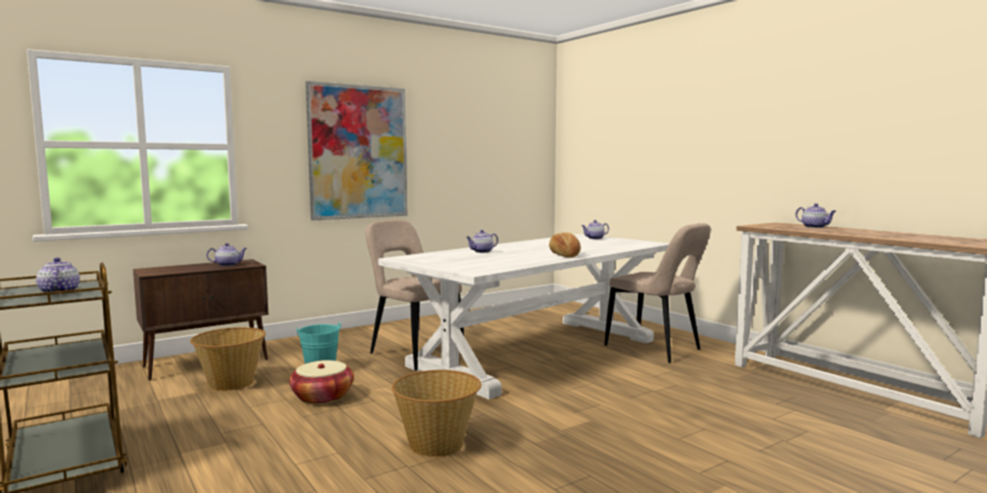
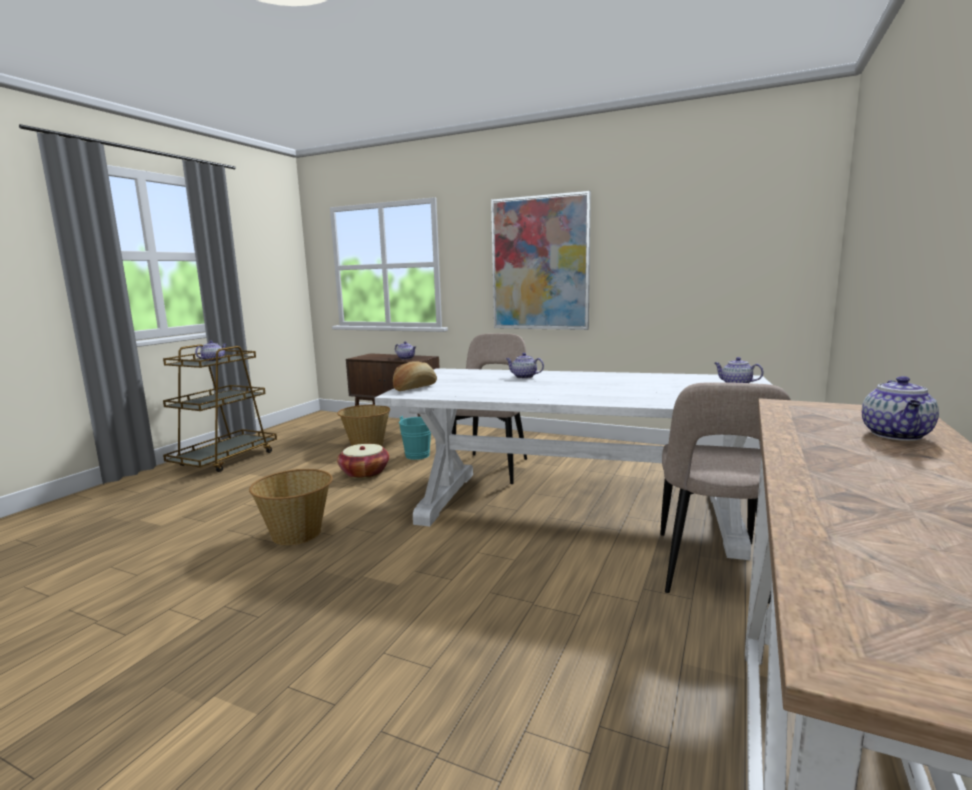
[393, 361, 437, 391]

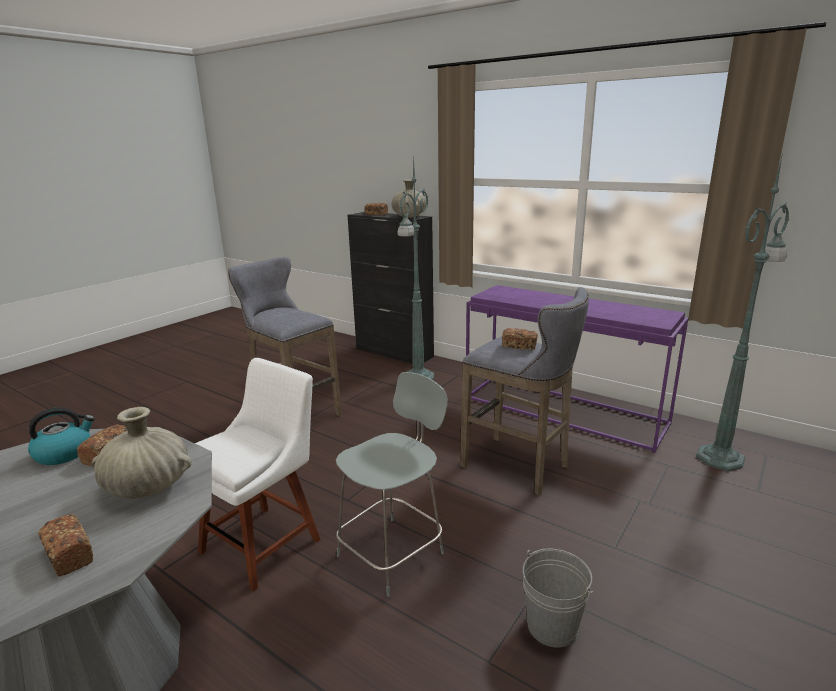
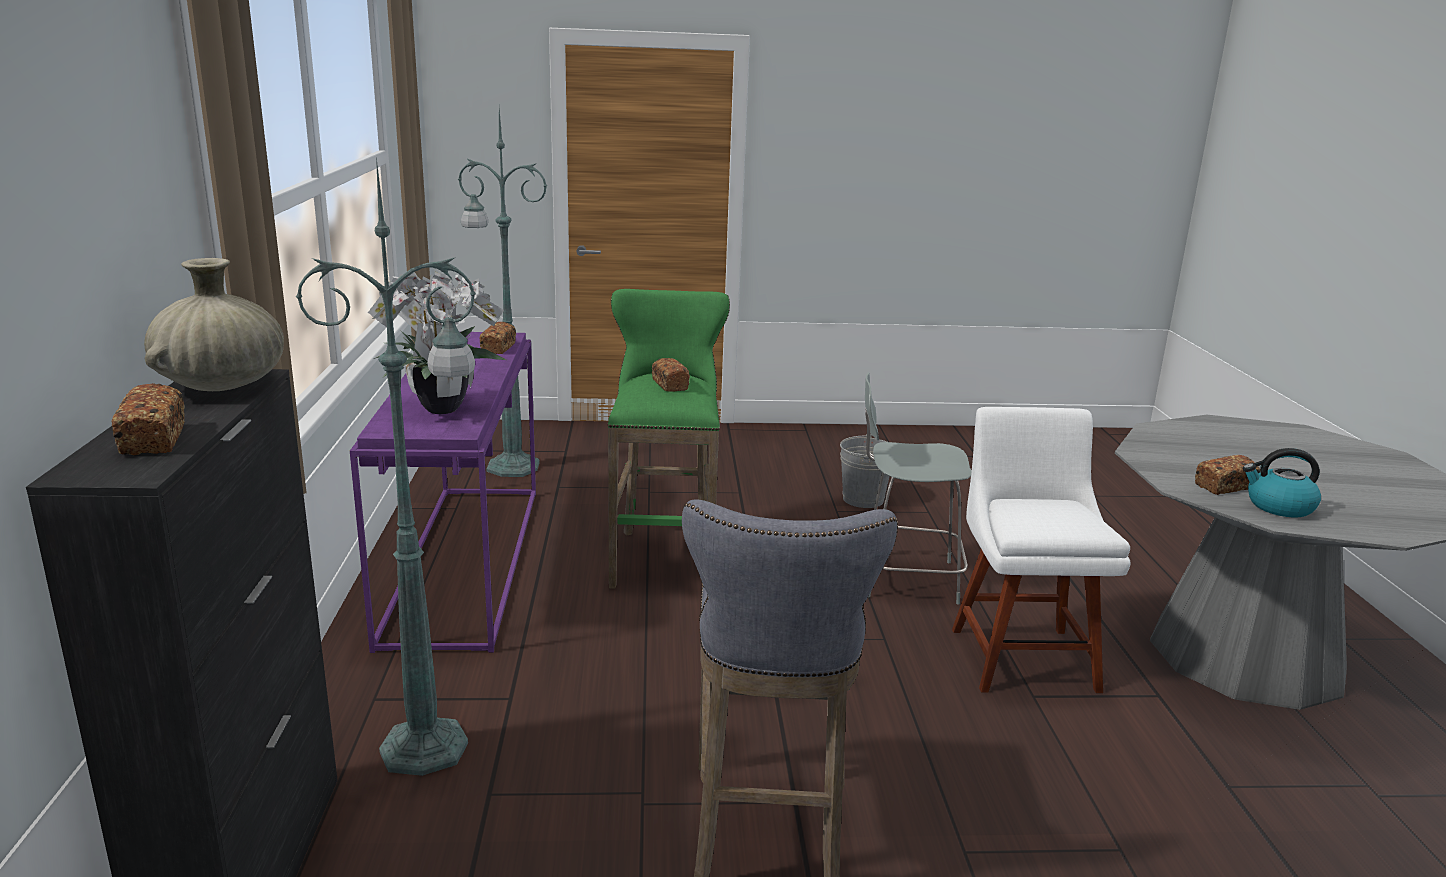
[608, 289, 730, 588]
[952, 407, 1130, 693]
[92, 407, 192, 499] (first image)
[480, 322, 516, 354]
[368, 272, 506, 414]

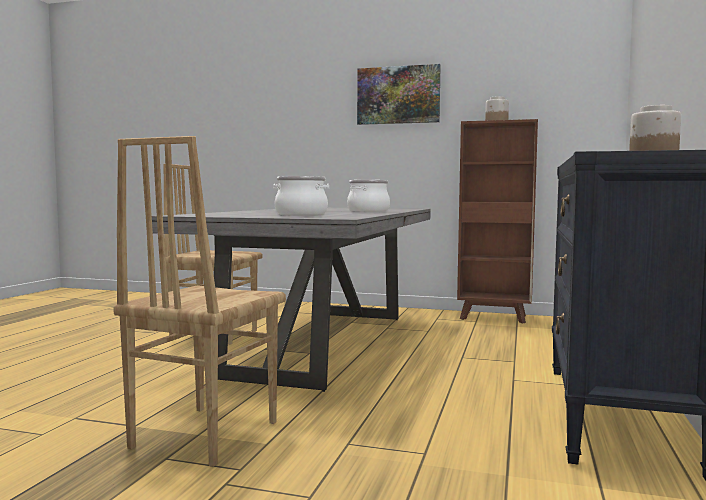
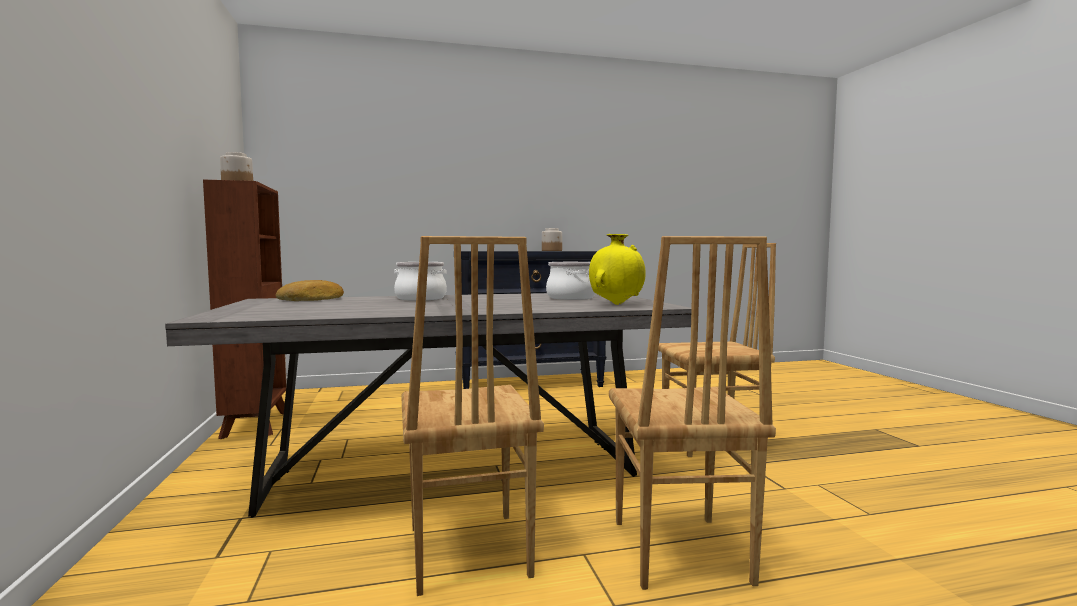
[357, 64, 441, 125] (first image)
[589, 234, 646, 305]
[609, 236, 776, 590]
[276, 280, 344, 301]

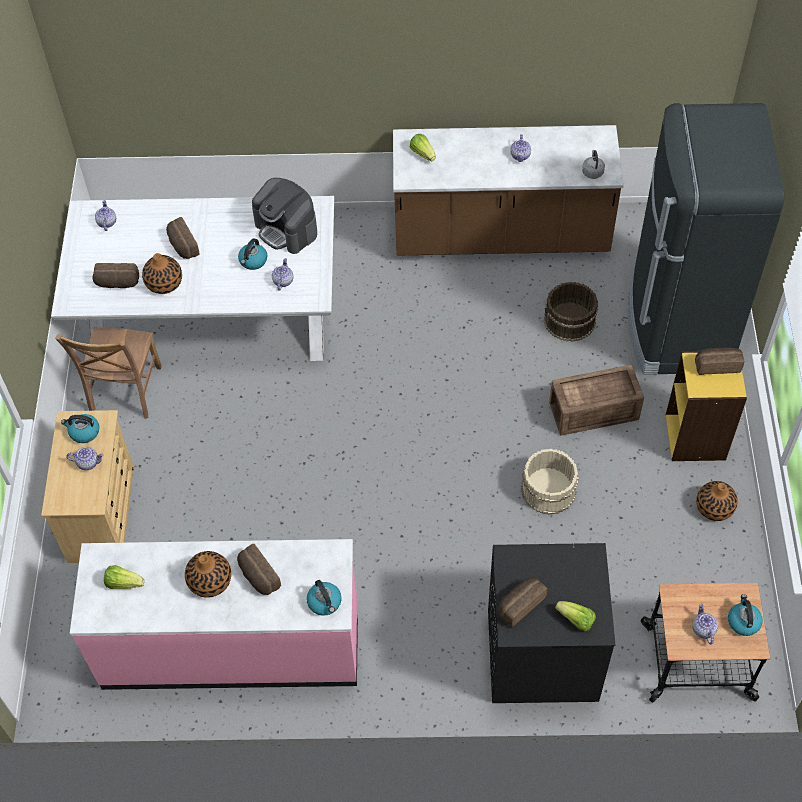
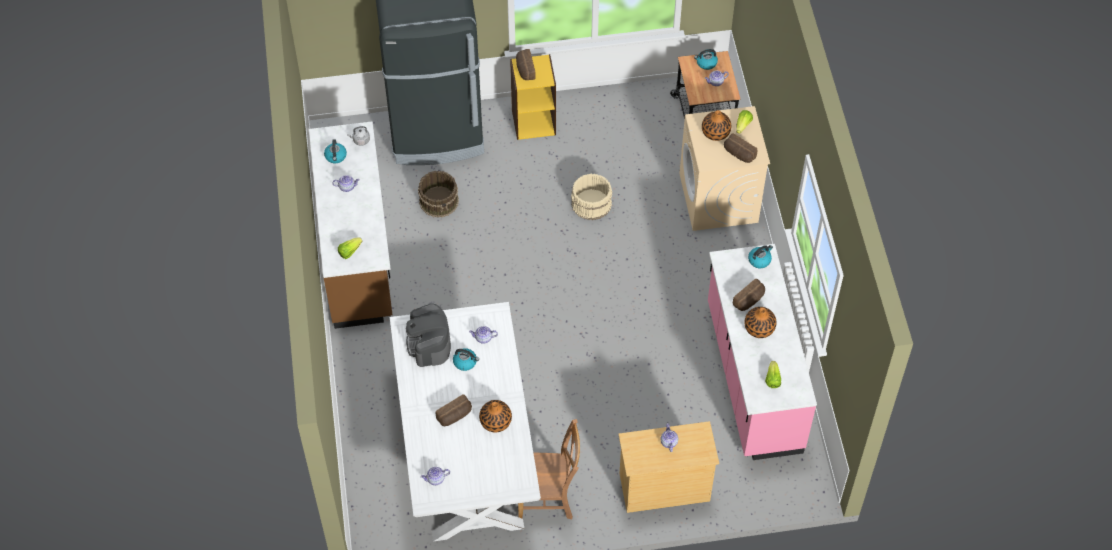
[406, 303, 451, 367]
[93, 263, 139, 288] (first image)
[549, 365, 644, 436] (first image)
[324, 139, 347, 163]
[702, 110, 731, 141]
[679, 106, 770, 231]

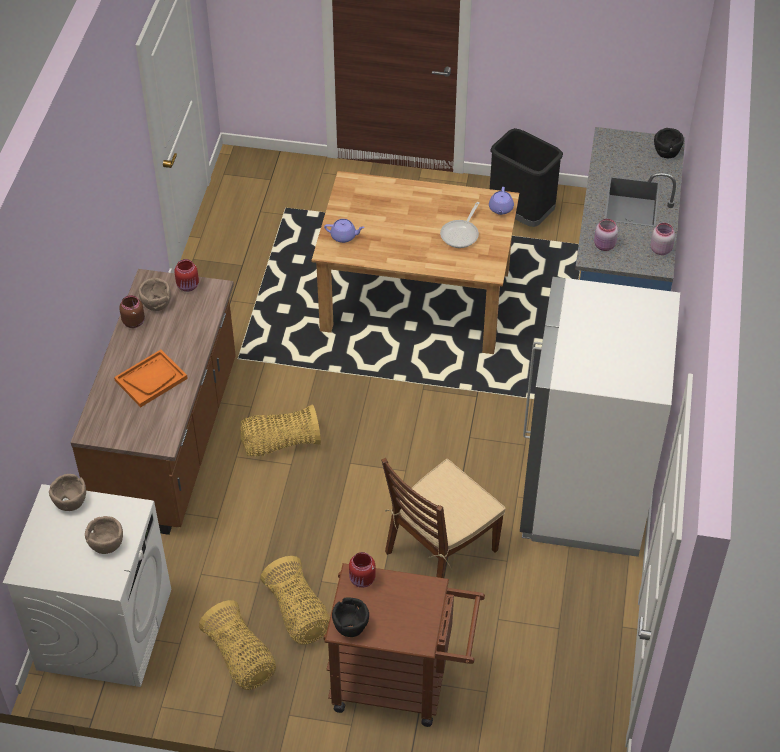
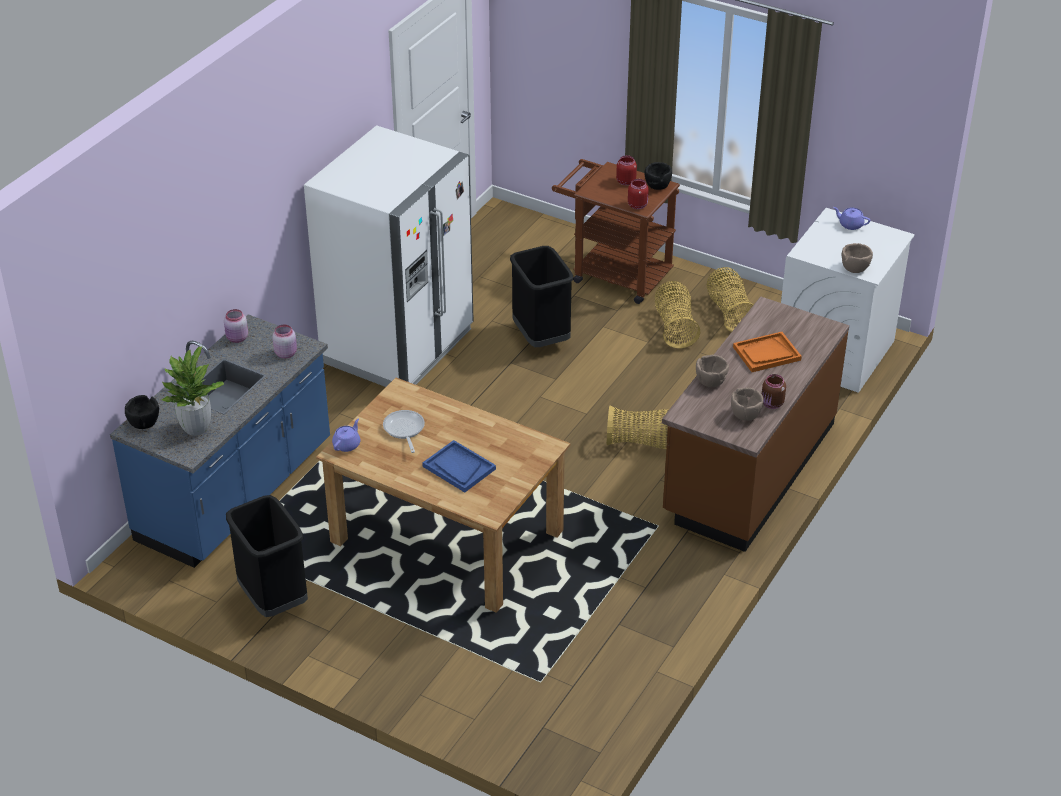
[383, 410, 425, 453]
[833, 207, 870, 230]
[616, 155, 637, 185]
[510, 246, 573, 347]
[696, 355, 729, 387]
[160, 346, 225, 436]
[422, 440, 496, 492]

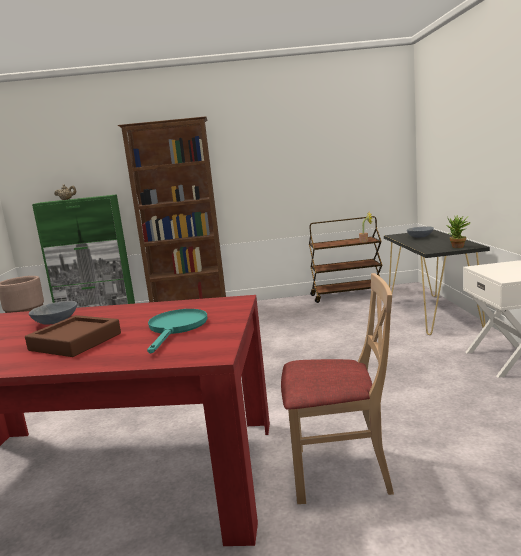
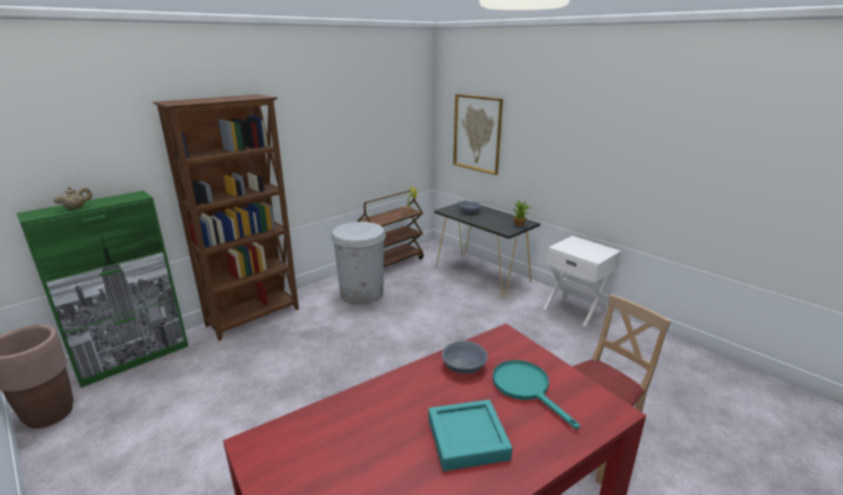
[442, 341, 488, 374]
[429, 400, 512, 471]
[453, 94, 503, 175]
[331, 222, 386, 305]

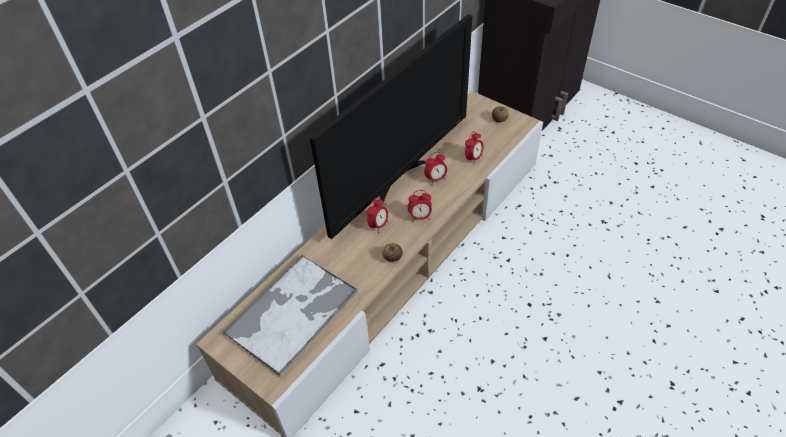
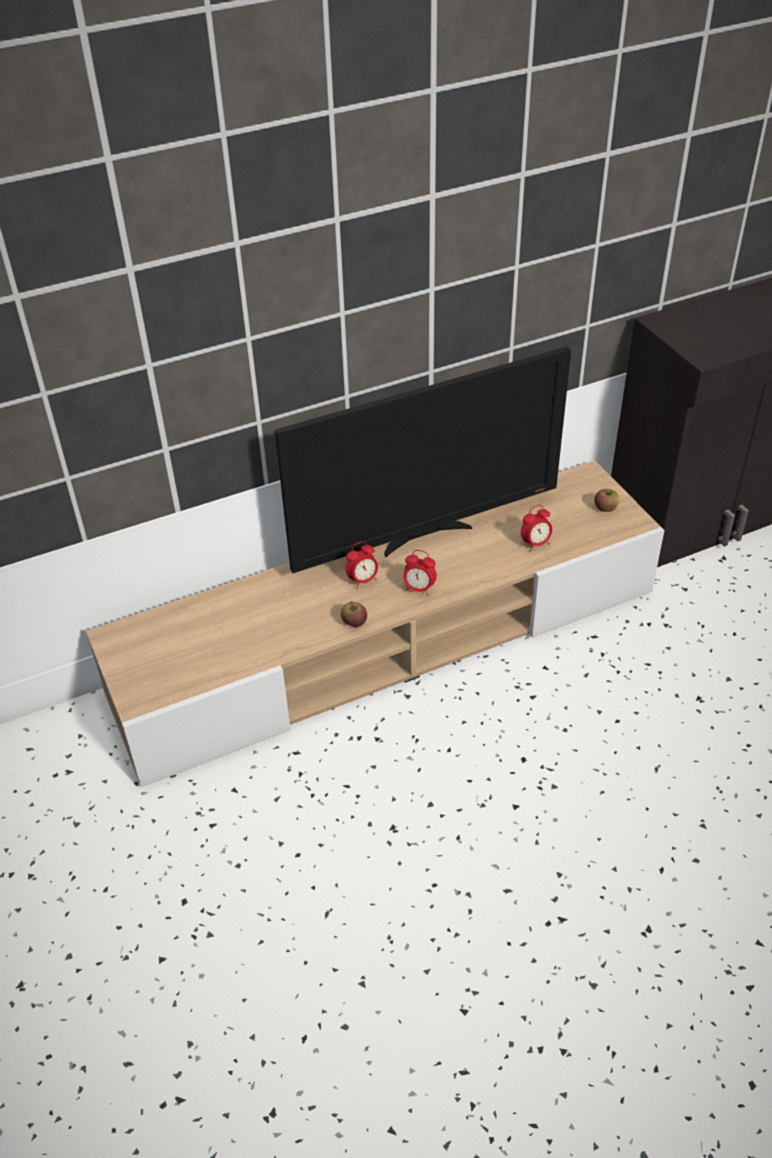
[424, 152, 447, 185] (first image)
[222, 254, 358, 377] (first image)

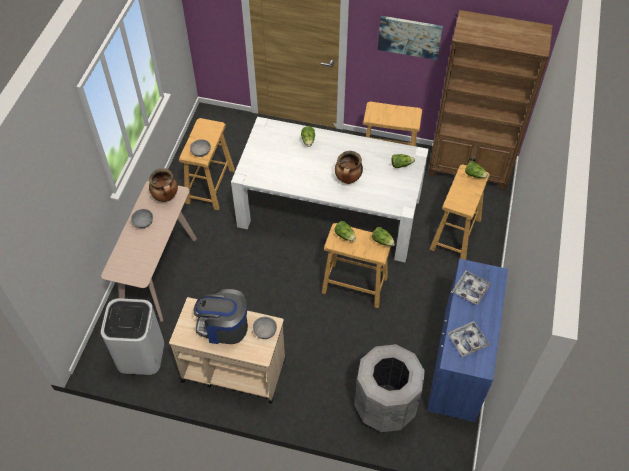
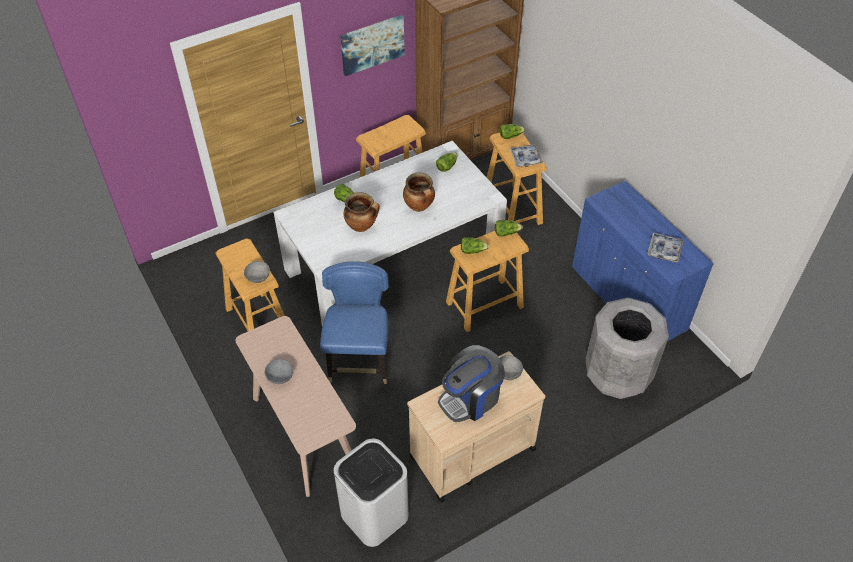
[343, 192, 380, 232]
[510, 144, 543, 167]
[320, 261, 389, 384]

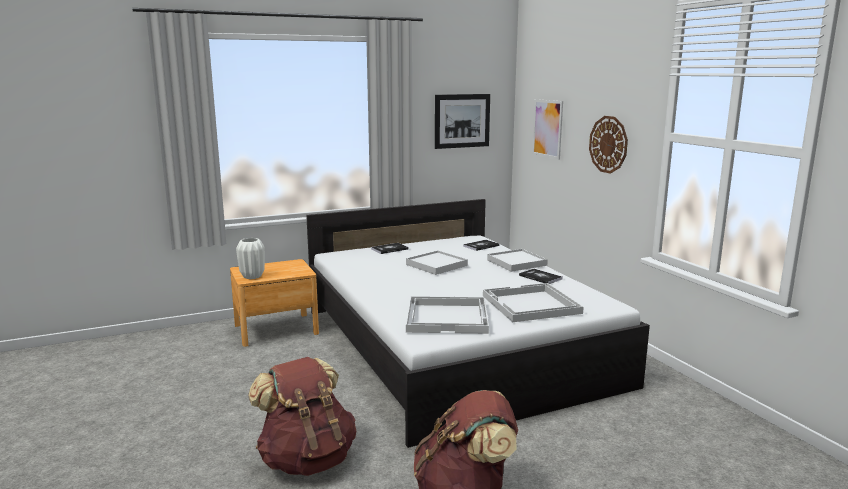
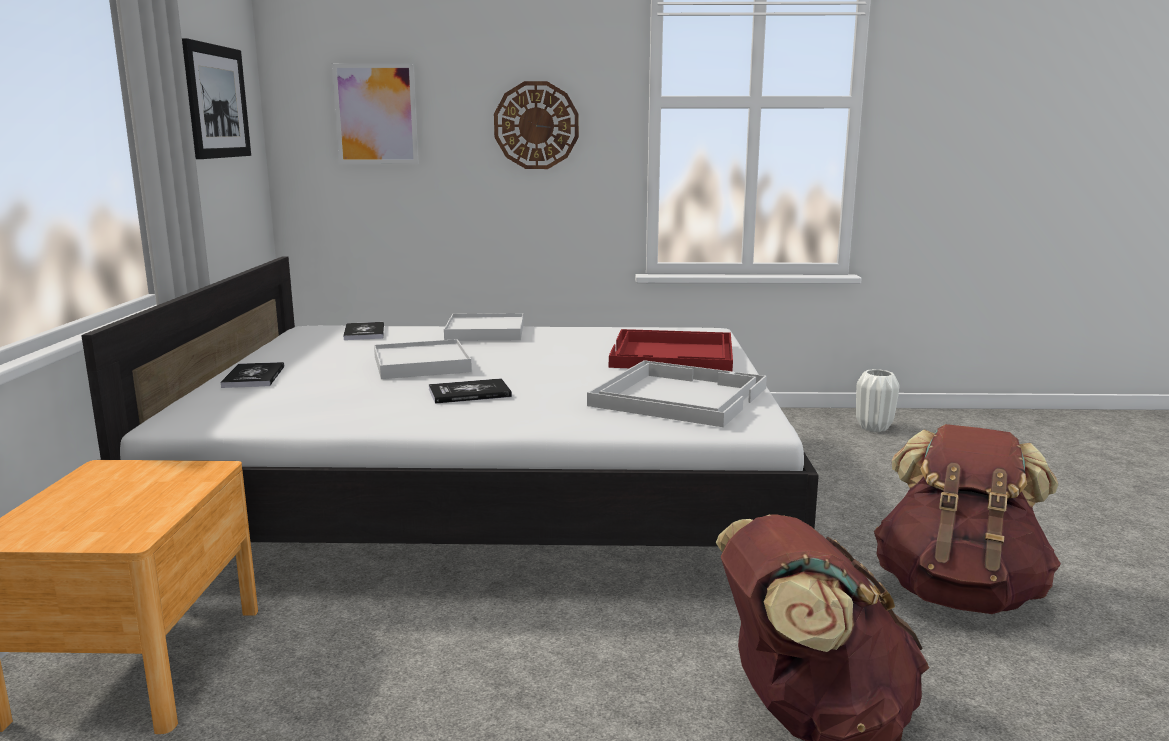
[856, 369, 900, 432]
[429, 378, 512, 404]
[609, 329, 733, 371]

